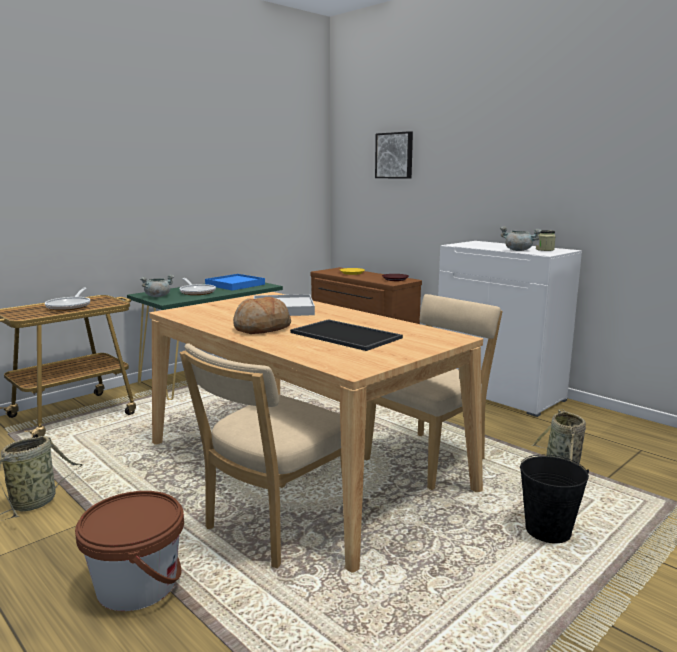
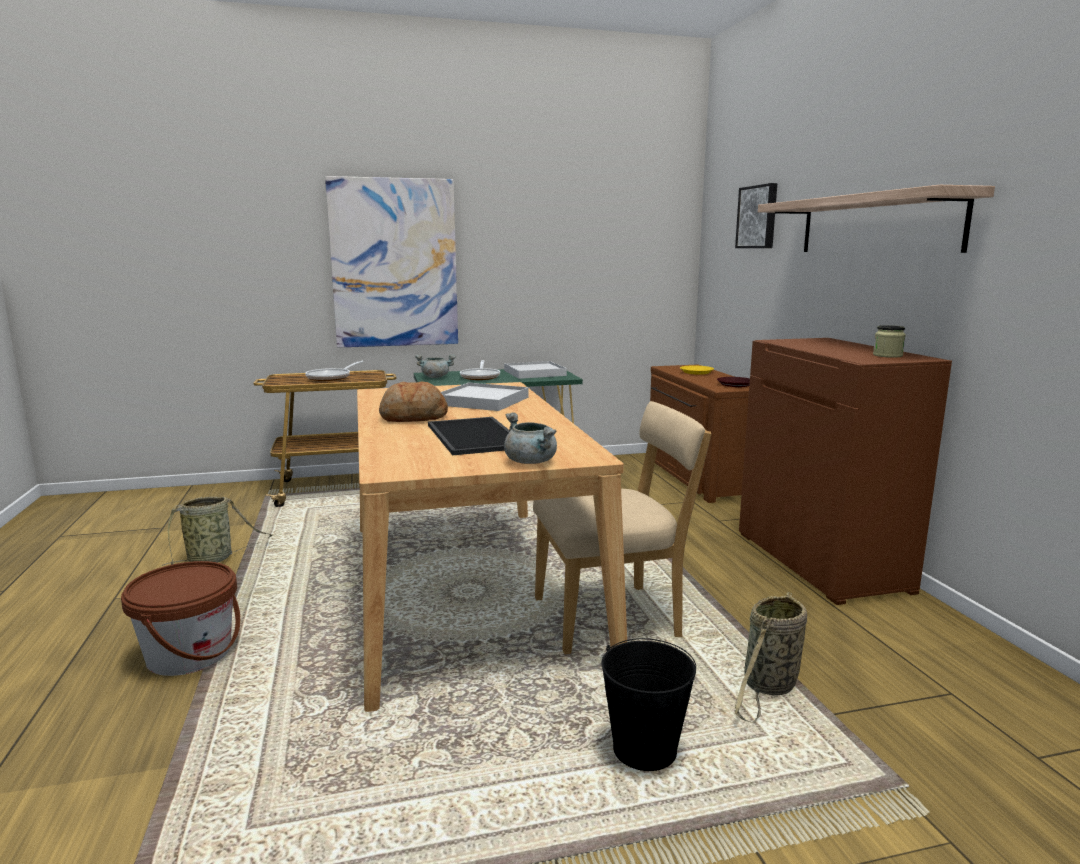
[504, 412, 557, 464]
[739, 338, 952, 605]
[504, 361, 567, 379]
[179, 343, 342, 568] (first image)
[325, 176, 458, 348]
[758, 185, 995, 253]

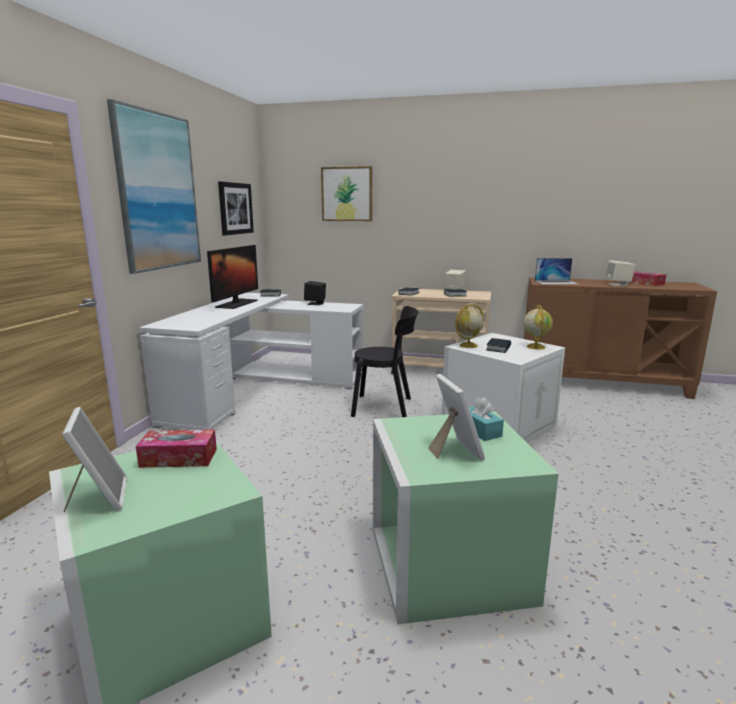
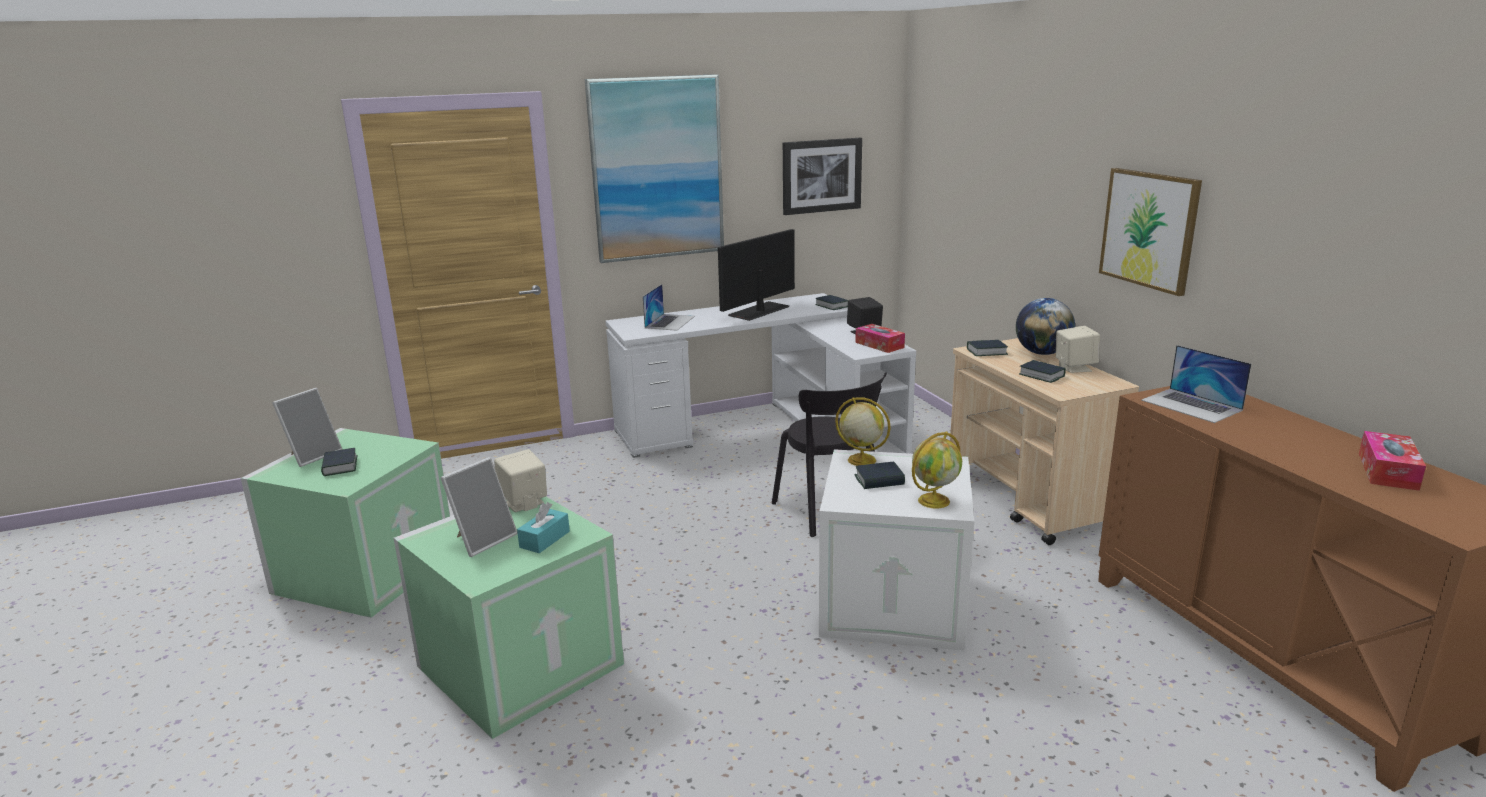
[1099, 168, 1202, 296]
[718, 229, 795, 321]
[494, 449, 547, 512]
[855, 324, 905, 353]
[643, 284, 695, 331]
[1016, 298, 1075, 355]
[321, 448, 358, 476]

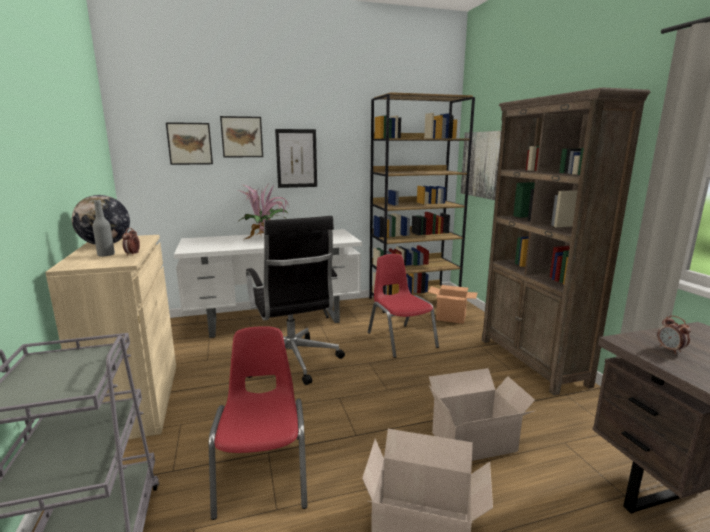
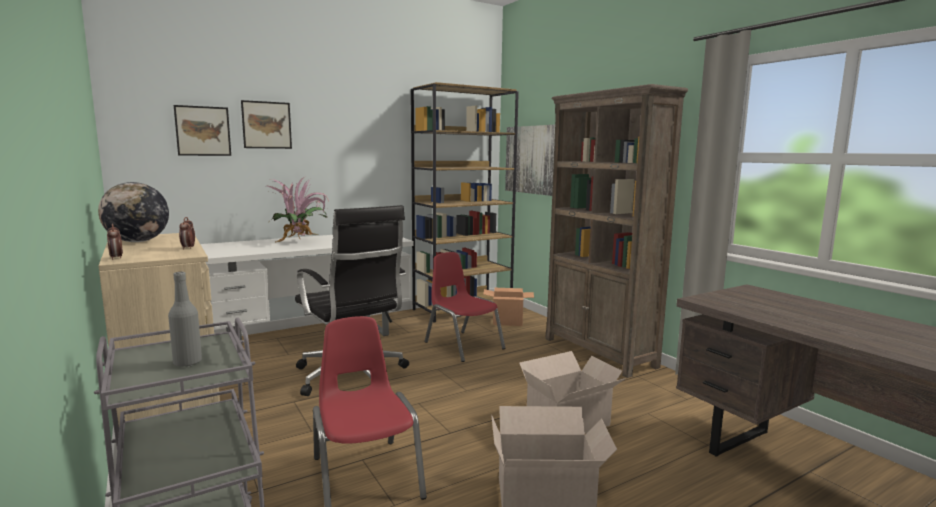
[275, 129, 317, 188] (first image)
[168, 272, 202, 367]
[107, 223, 123, 260]

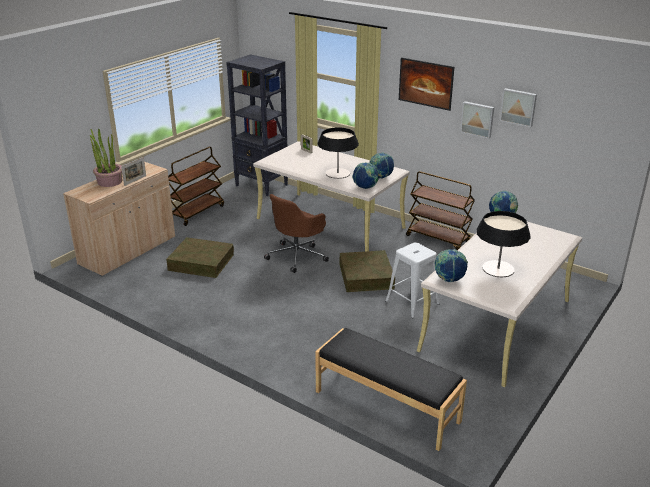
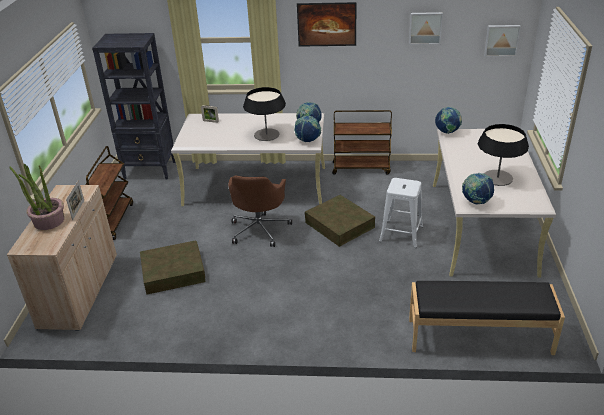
[484, 25, 521, 57]

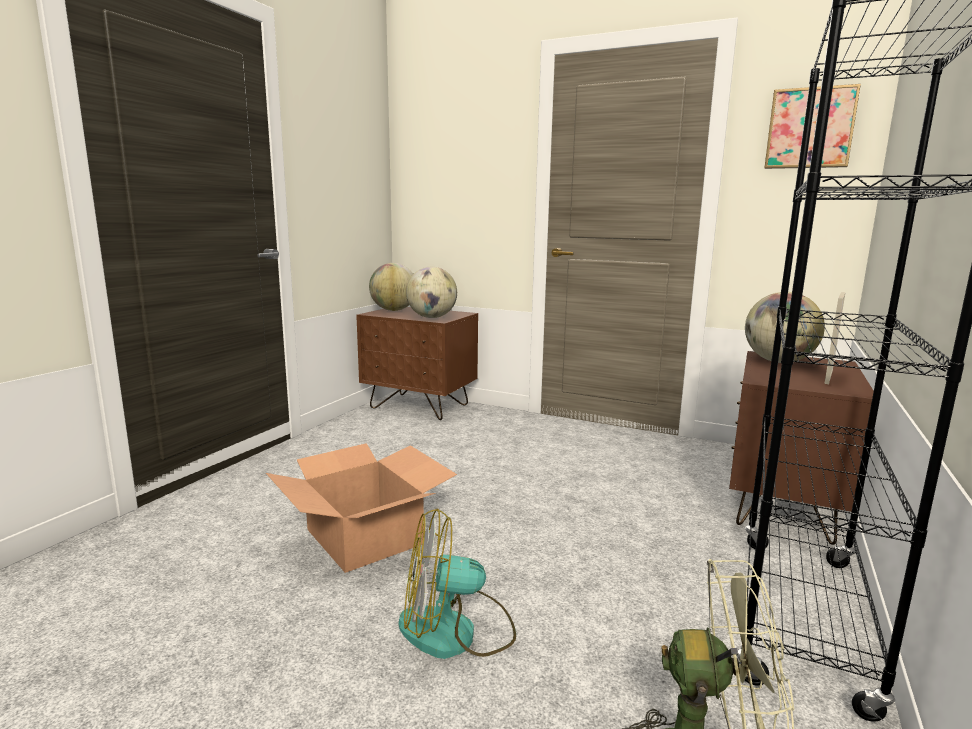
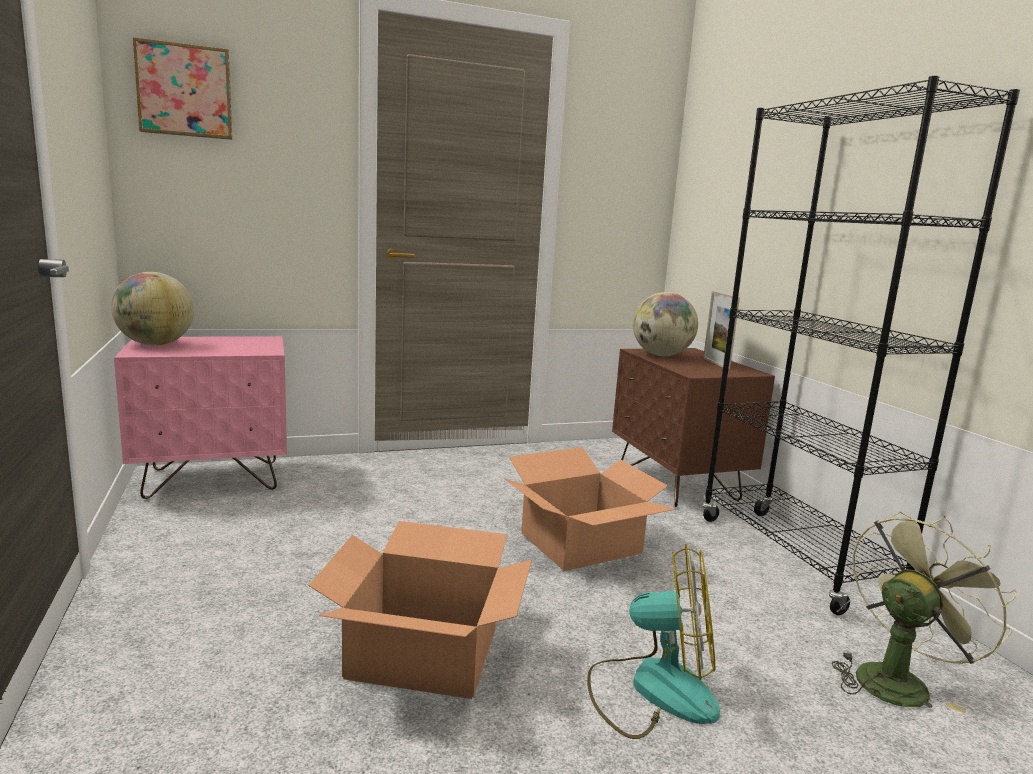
[133, 37, 232, 140]
[406, 267, 457, 318] (first image)
[114, 336, 287, 499]
[587, 544, 720, 739]
[504, 447, 676, 571]

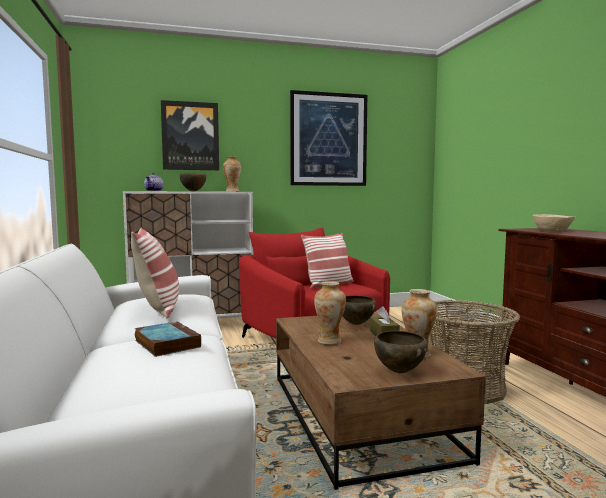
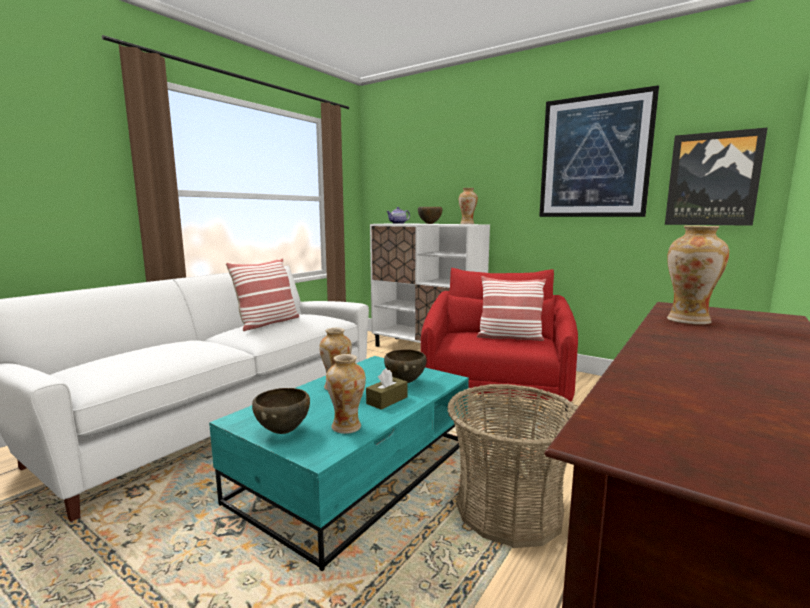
[665, 127, 768, 226]
[667, 225, 729, 325]
[209, 356, 469, 571]
[135, 321, 201, 357] (first image)

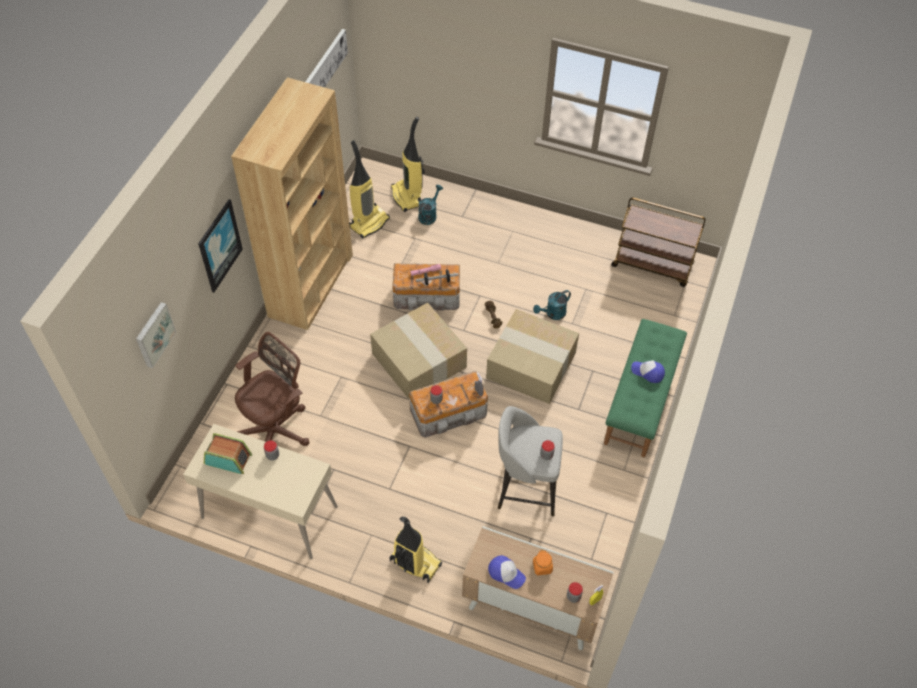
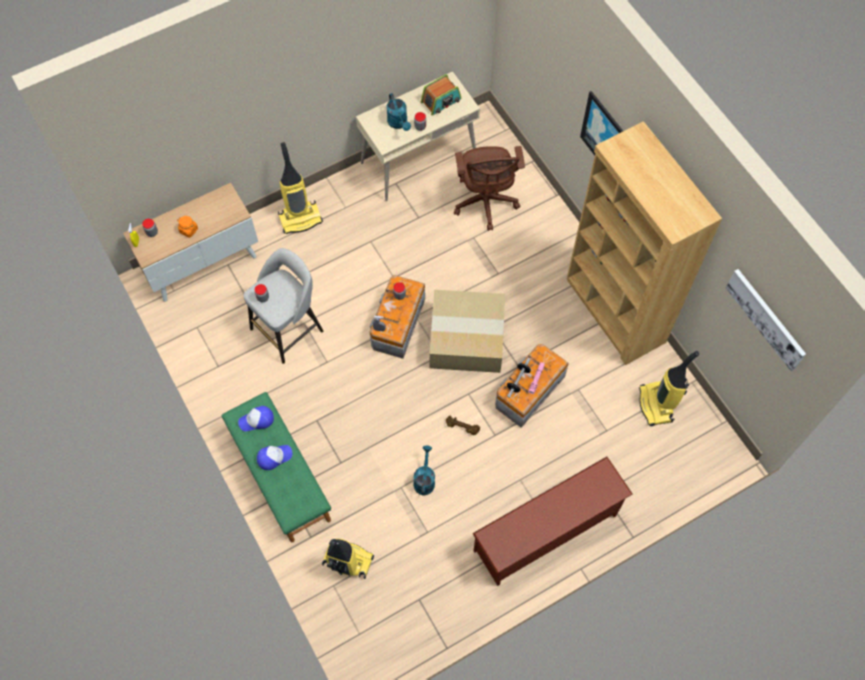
[322, 539, 374, 579]
[387, 93, 411, 131]
[611, 198, 705, 287] (first image)
[136, 302, 176, 368] (first image)
[486, 309, 579, 404] (first image)
[238, 406, 274, 431]
[473, 457, 633, 586]

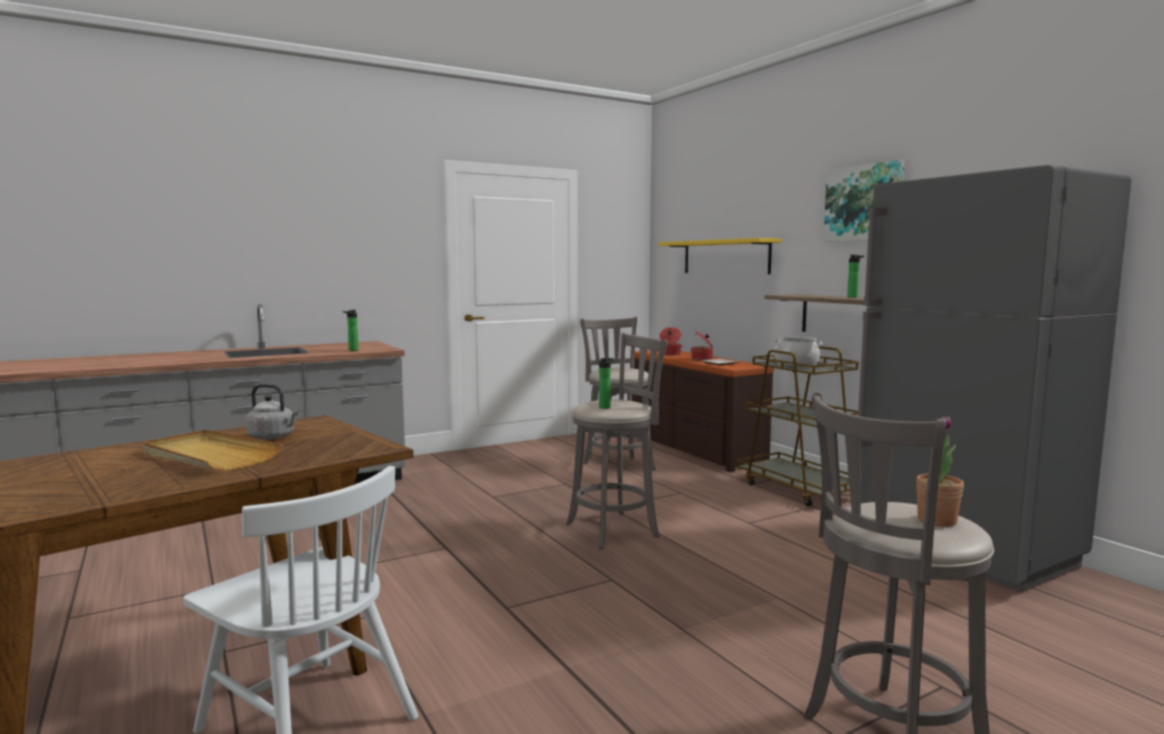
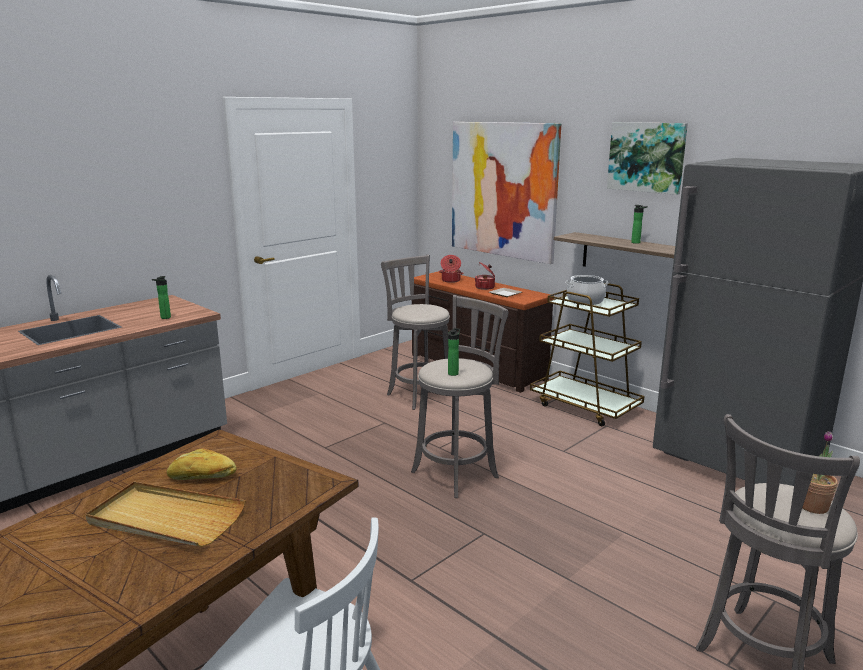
[452, 122, 561, 264]
[167, 448, 236, 480]

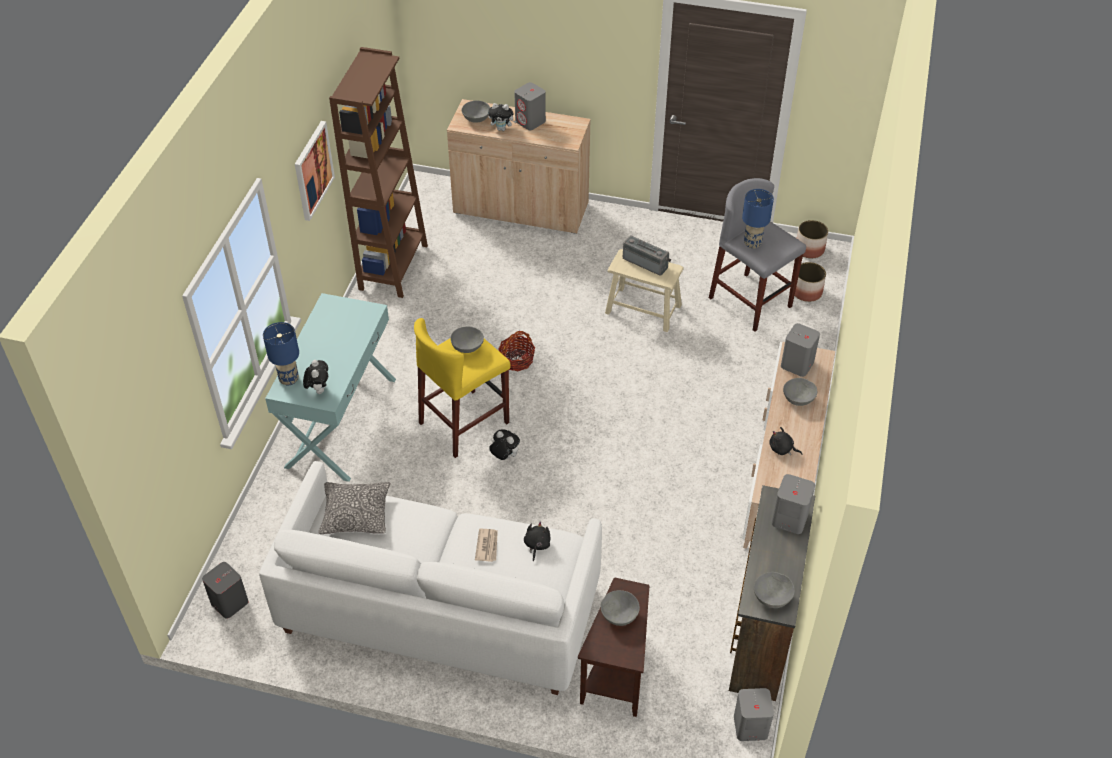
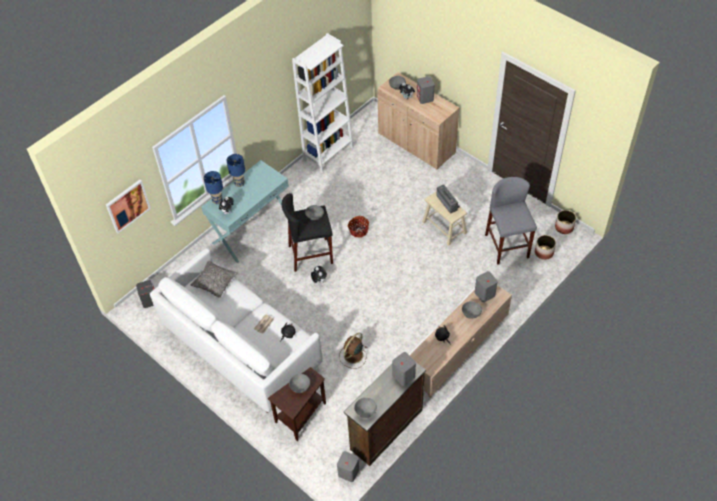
[292, 33, 354, 173]
[106, 180, 151, 233]
[227, 154, 245, 187]
[282, 193, 333, 272]
[339, 333, 367, 369]

